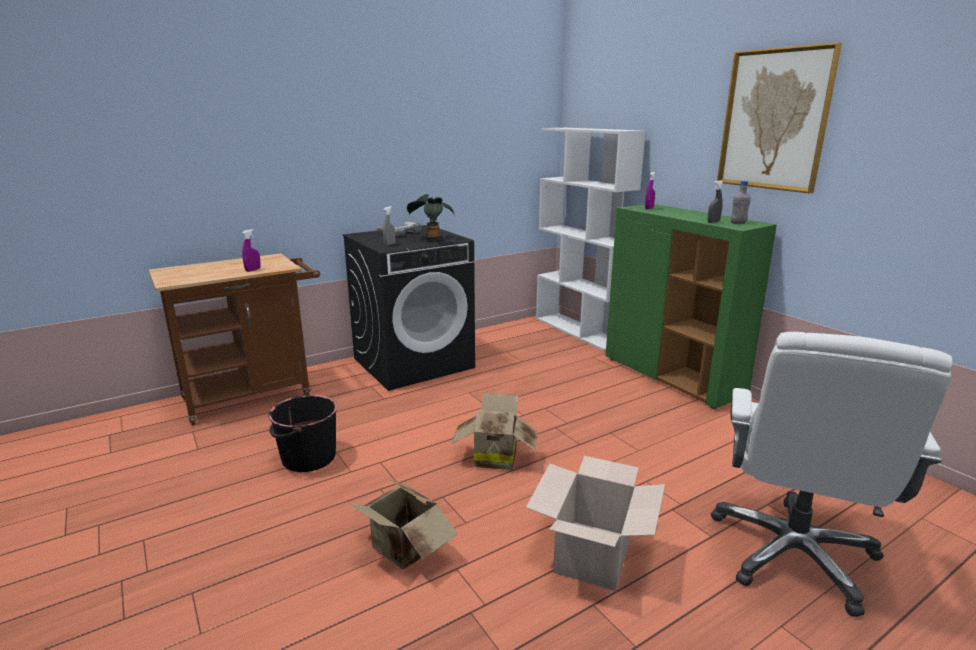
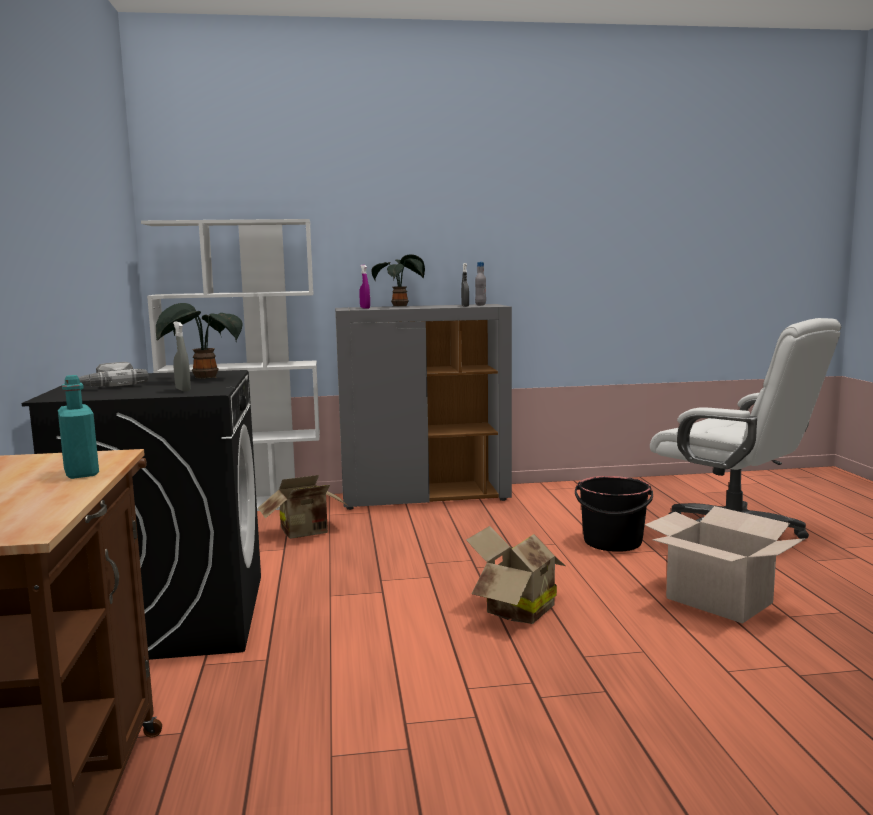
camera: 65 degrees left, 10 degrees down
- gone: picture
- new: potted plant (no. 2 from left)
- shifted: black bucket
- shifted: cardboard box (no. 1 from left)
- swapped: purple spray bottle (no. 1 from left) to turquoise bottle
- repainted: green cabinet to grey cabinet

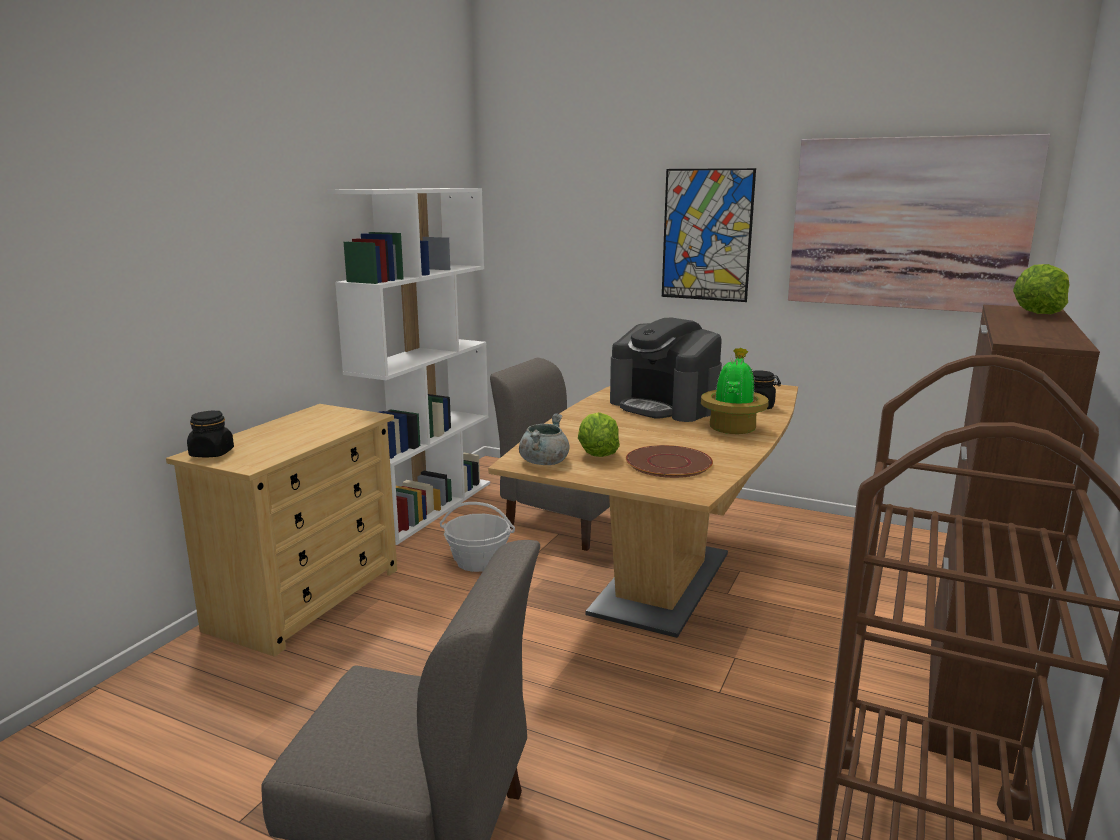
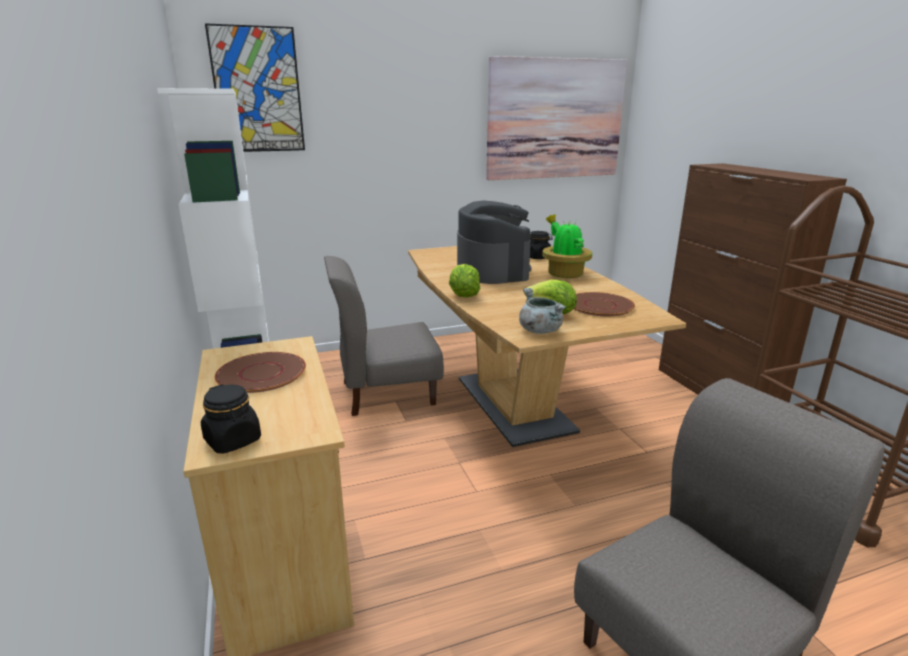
camera: 45 degrees left, 5 degrees up
- gone: basket
- new: brown plate (no. 1 from left)
- shifted: picture (no. 1 from left)
- shifted: lettuce (no. 2 from left in the first image) to lettuce (no. 1 from left)
- rotated: coffee machine 105 degrees counterclockwise

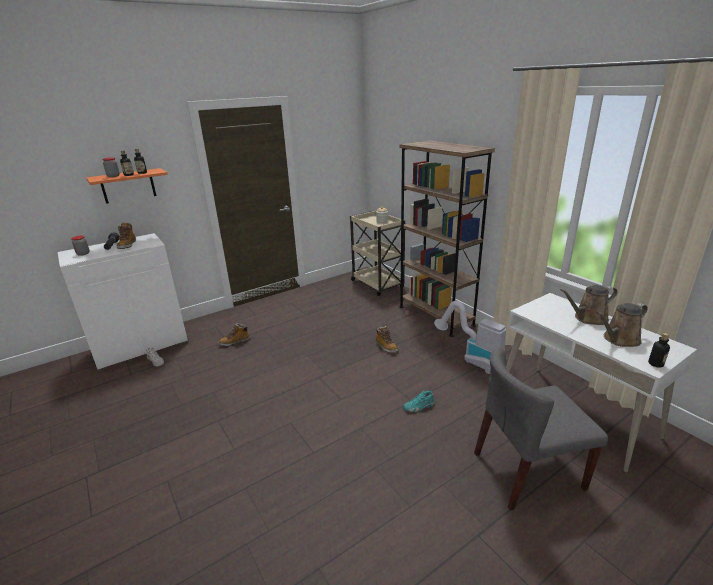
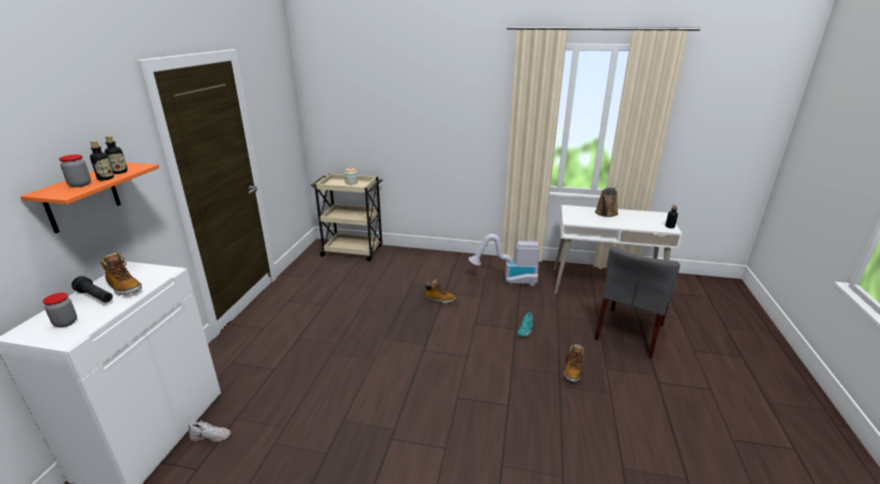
camera: 45 degrees left, 0 degrees up
- gone: brown bookcase
- gone: brown watering can (no. 2 from left)
- shifted: boot (no. 2 from left in the first image) to boot (no. 3 from left)

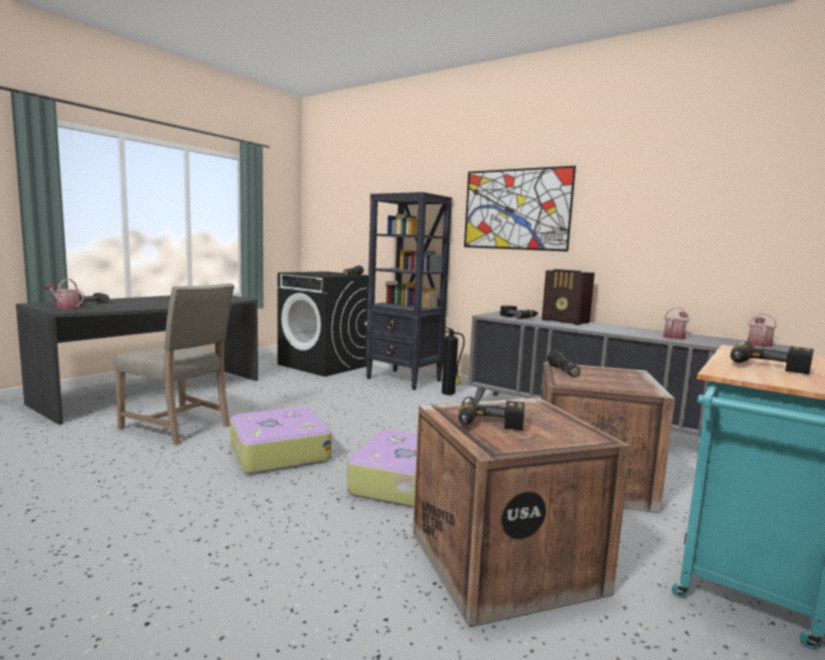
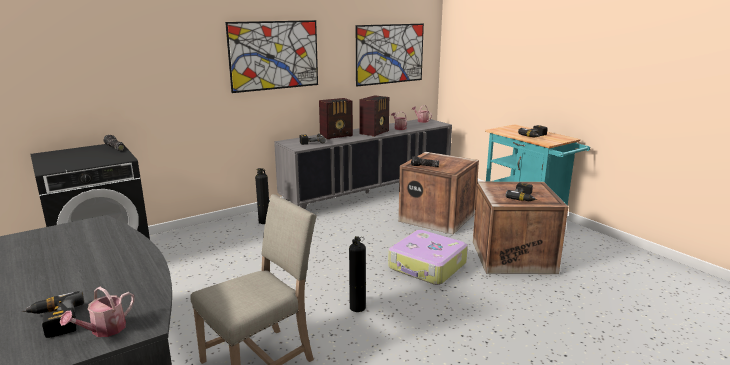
camera: 70 degrees left, 10 degrees up
- gone: black bookcase
- new: picture (no. 2 from left)
- new: radio (no. 2 from left)
- swapped: suitcase (no. 1 from left) to fire extinguisher (no. 2 from left)

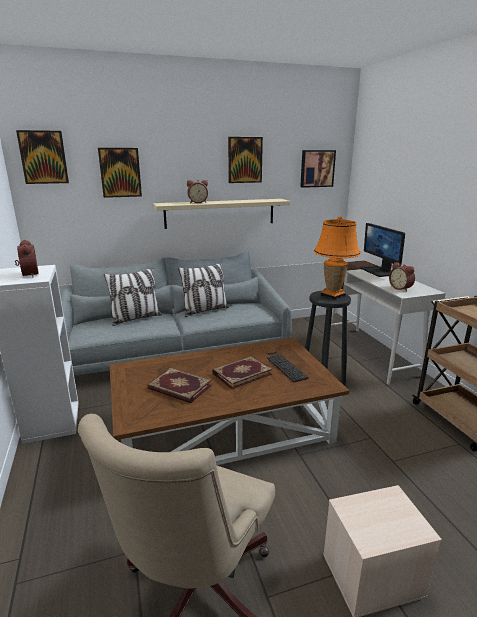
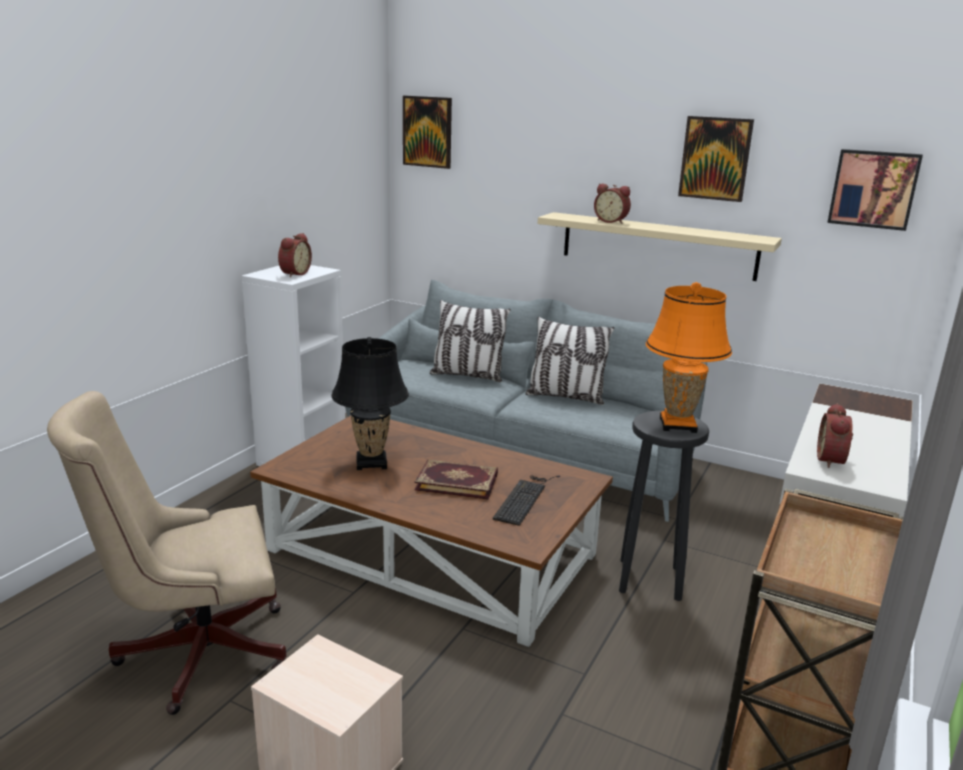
camera: 45 degrees right, 0 degrees up
- gone: picture (no. 2 from left)
- gone: monitor
- swapped: book (no. 1 from left) to black table lamp

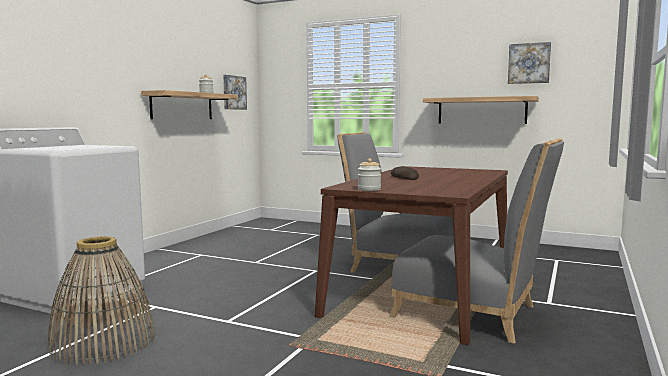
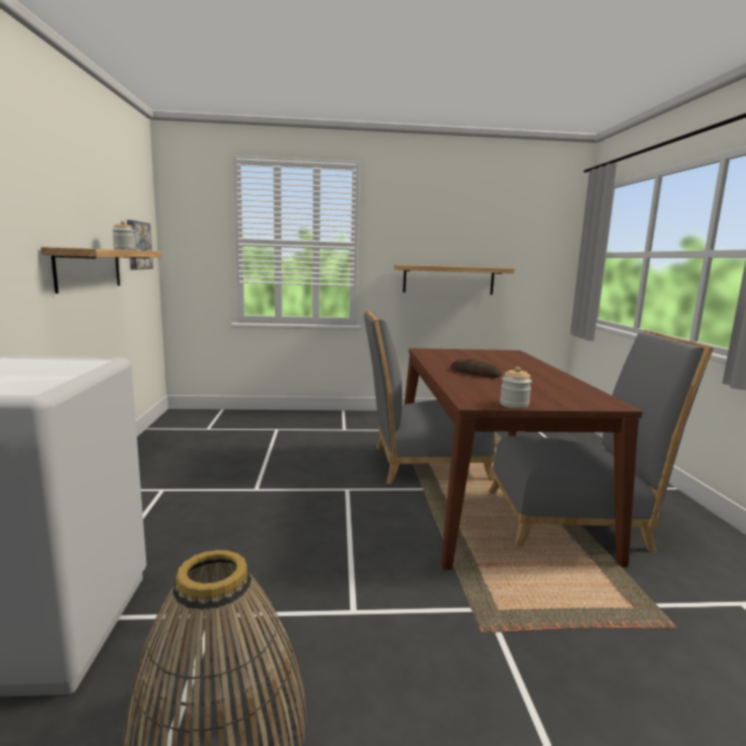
camera: 30 degrees left, 5 degrees up
- gone: picture (no. 2 from left)

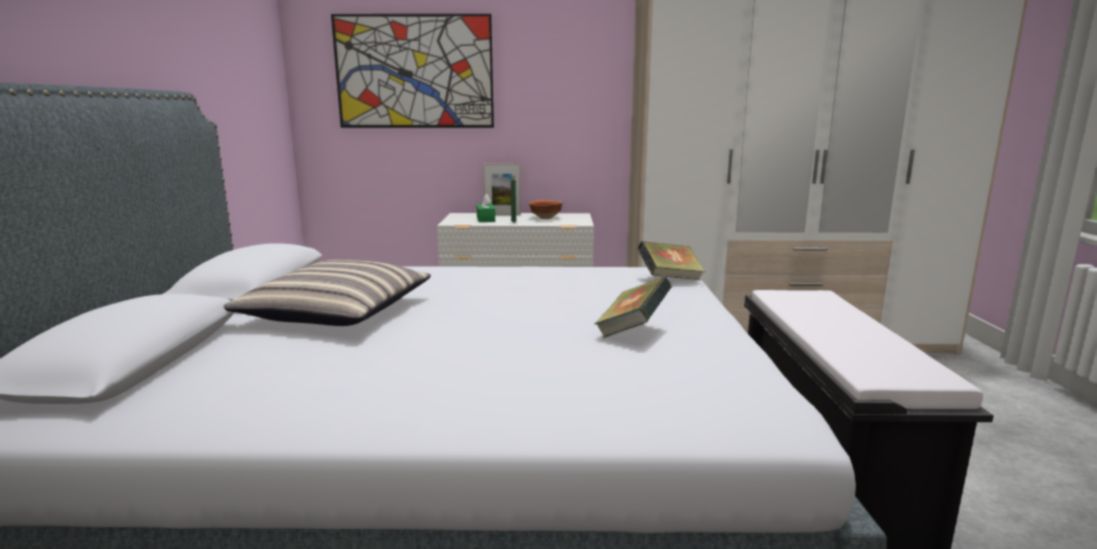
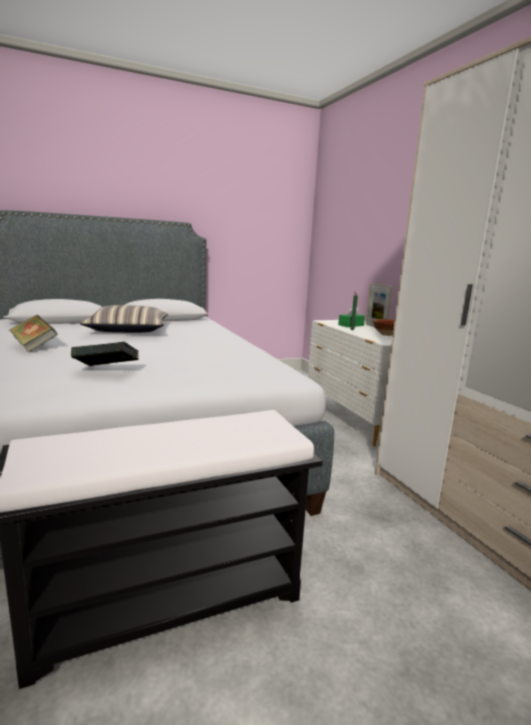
camera: 65 degrees right, 0 degrees up
- gone: picture
- shifted: book (no. 2 from left in the first image) to book (no. 1 from left)

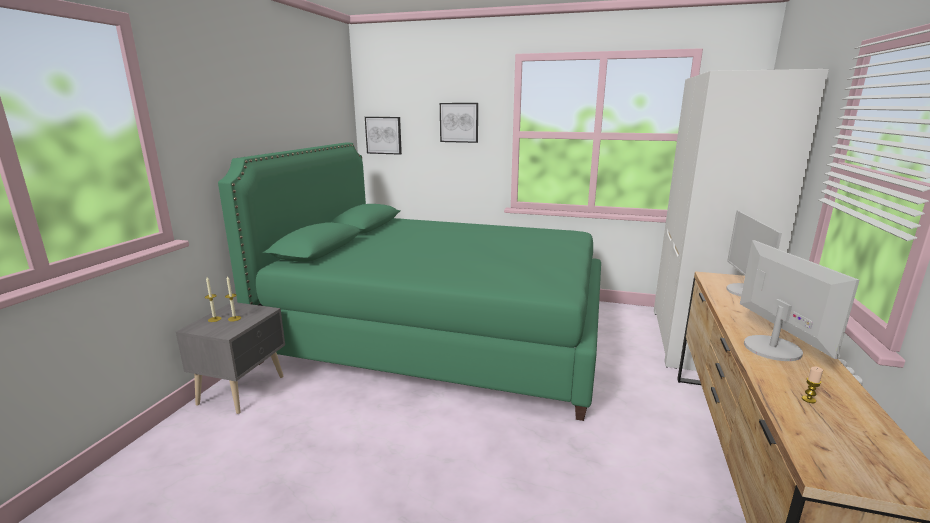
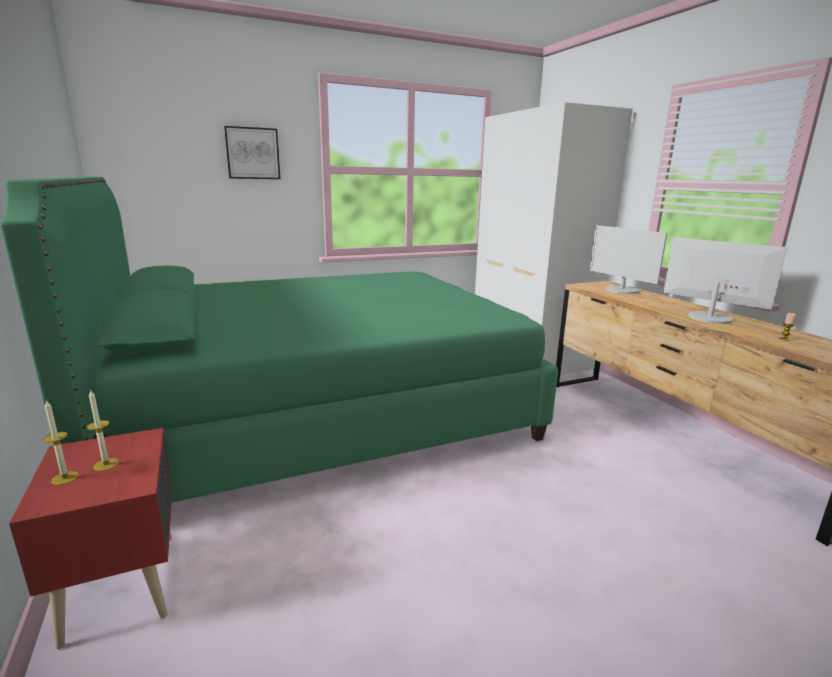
camera: 40 degrees left, 0 degrees up
- gone: picture (no. 1 from left)
- repainted: grey nightstand to red nightstand

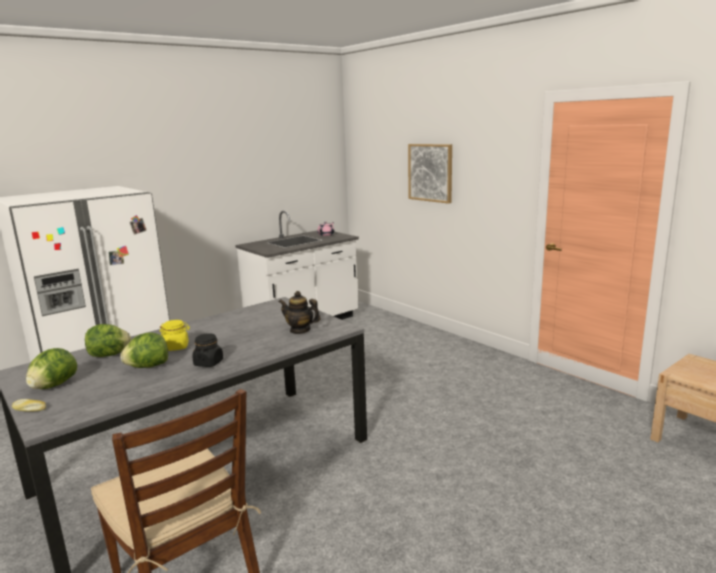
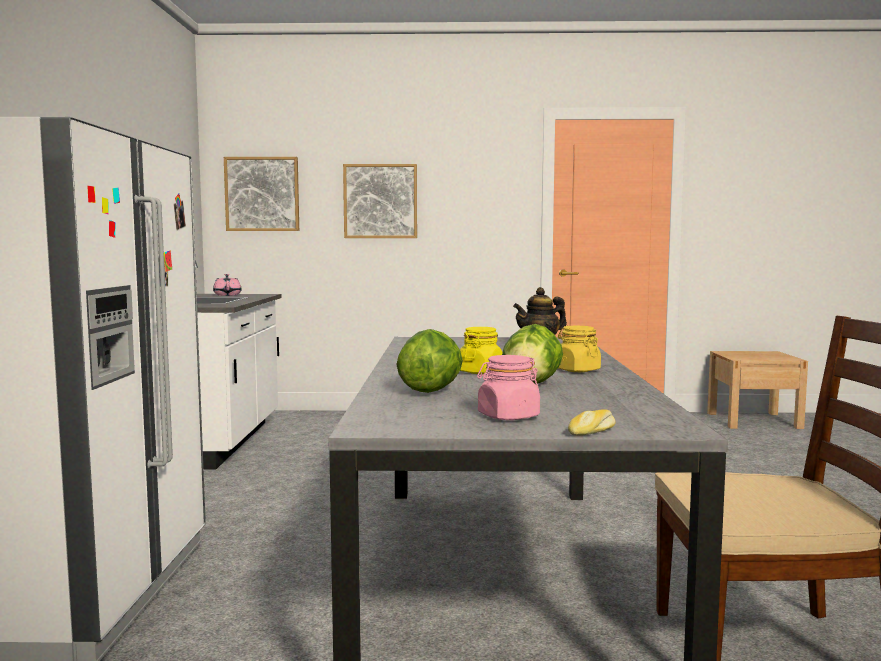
camera: 50 degrees left, 10 degrees down
- new: picture (no. 1 from left)
- swapped: lettuce (no. 1 from left) to pink jar
- repainted: black jar to yellow jar (no. 2 from left)

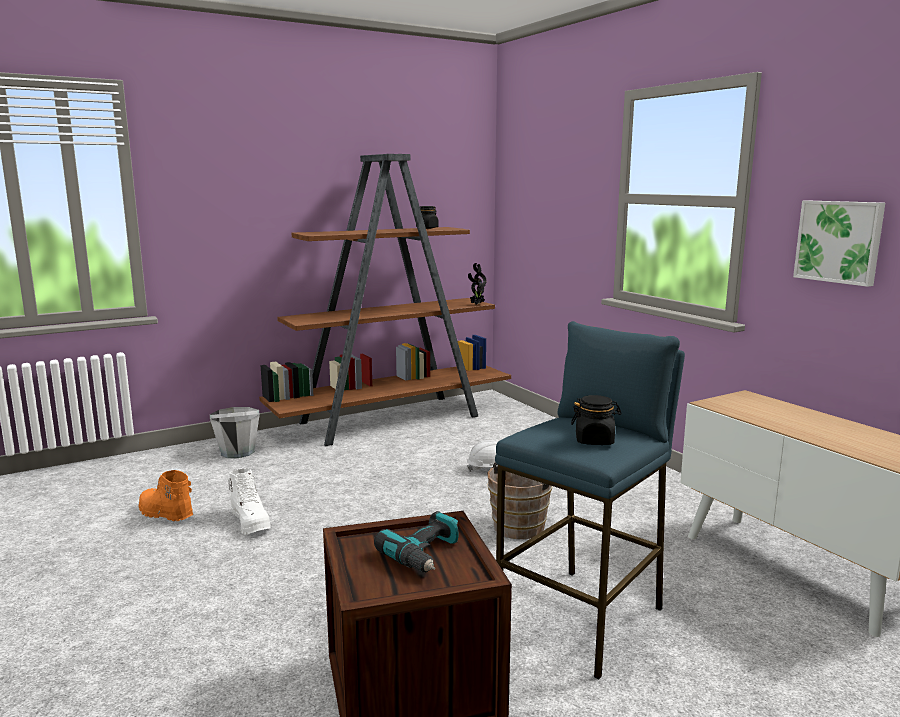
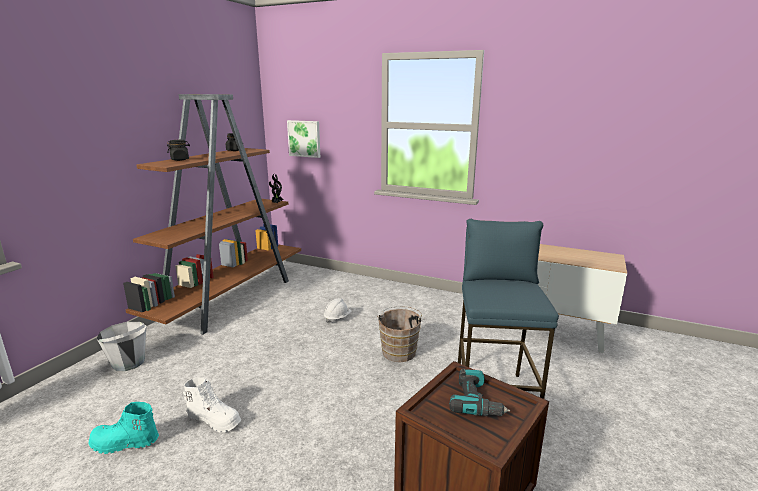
camera: 35 degrees left, 5 degrees up
- shifted: black jar (no. 2 from left in the first image) to black jar (no. 1 from left)
- shifted: picture
- repainted: orange boot to turquoise boot

